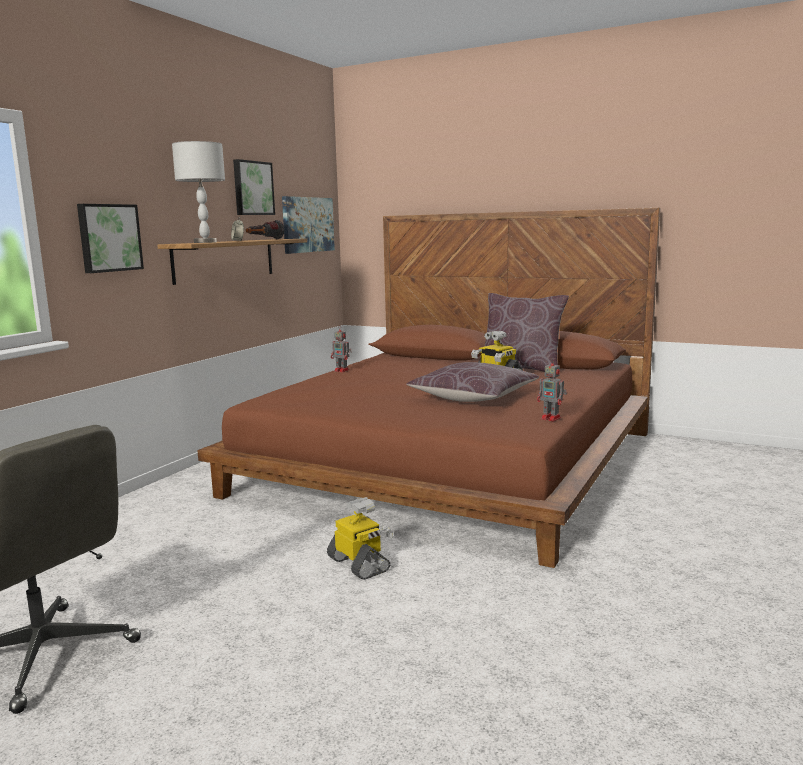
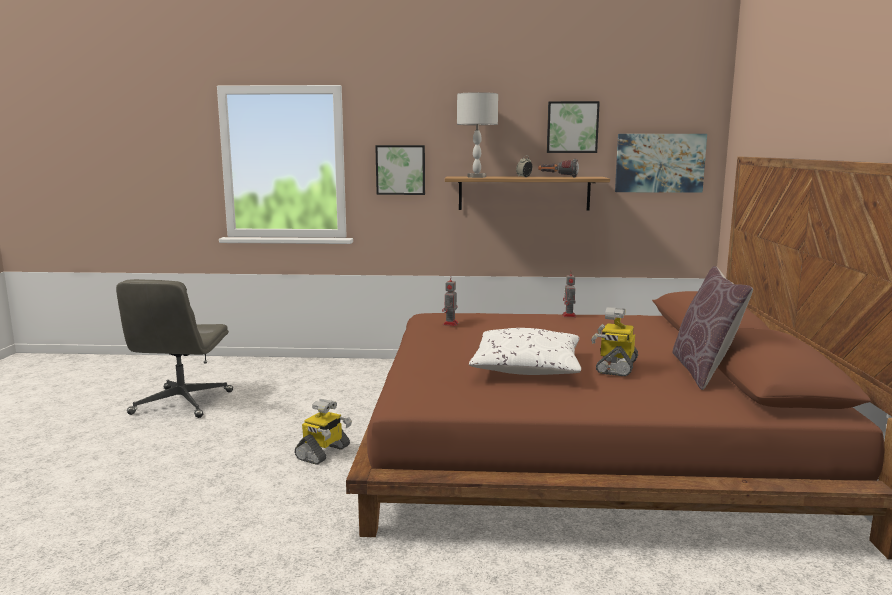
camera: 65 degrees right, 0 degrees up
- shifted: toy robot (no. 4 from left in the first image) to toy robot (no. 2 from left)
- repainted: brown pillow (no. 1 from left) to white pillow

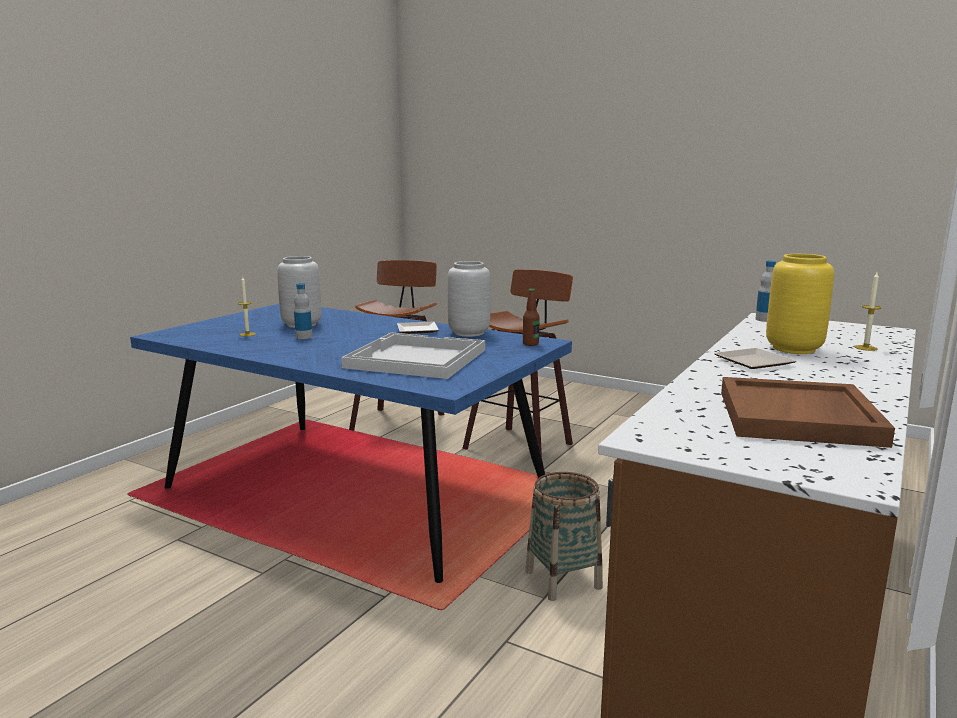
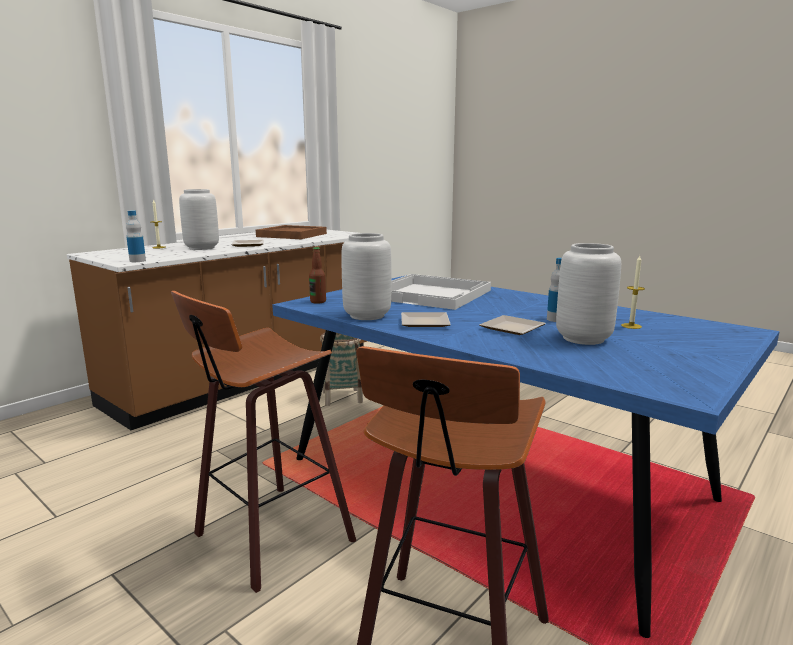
camera: 170 degrees left, 0 degrees up
- new: plate (no. 3 from left)
- repainted: yellow vase to grey vase (no. 1 from left)

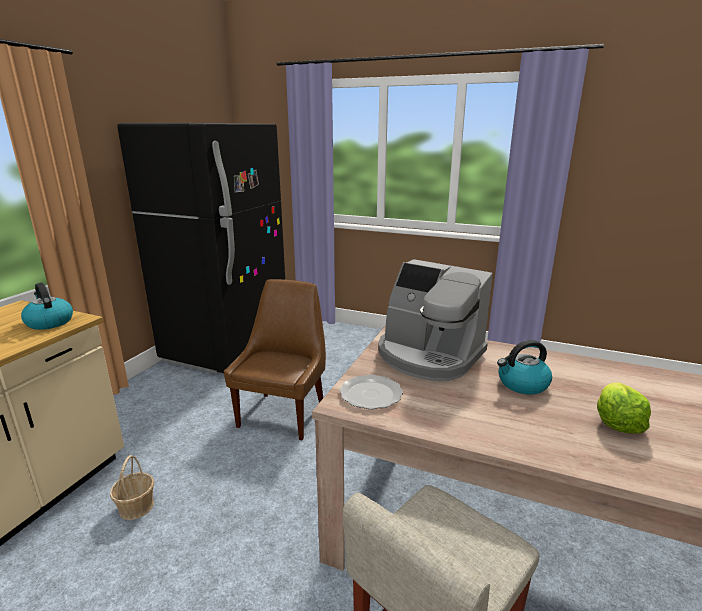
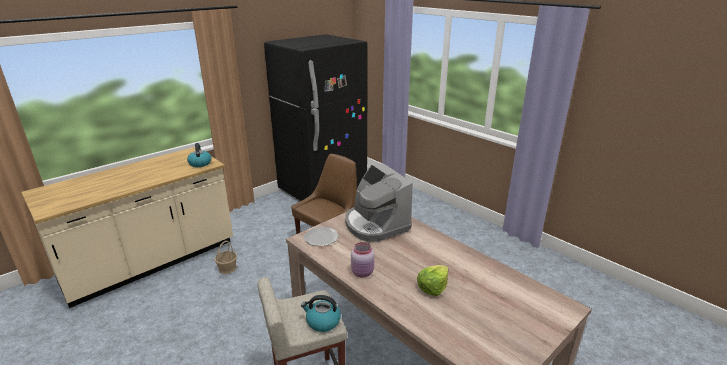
camera: 25 degrees right, 5 degrees up
- new: pink jar
- shifted: kettle (no. 2 from left)

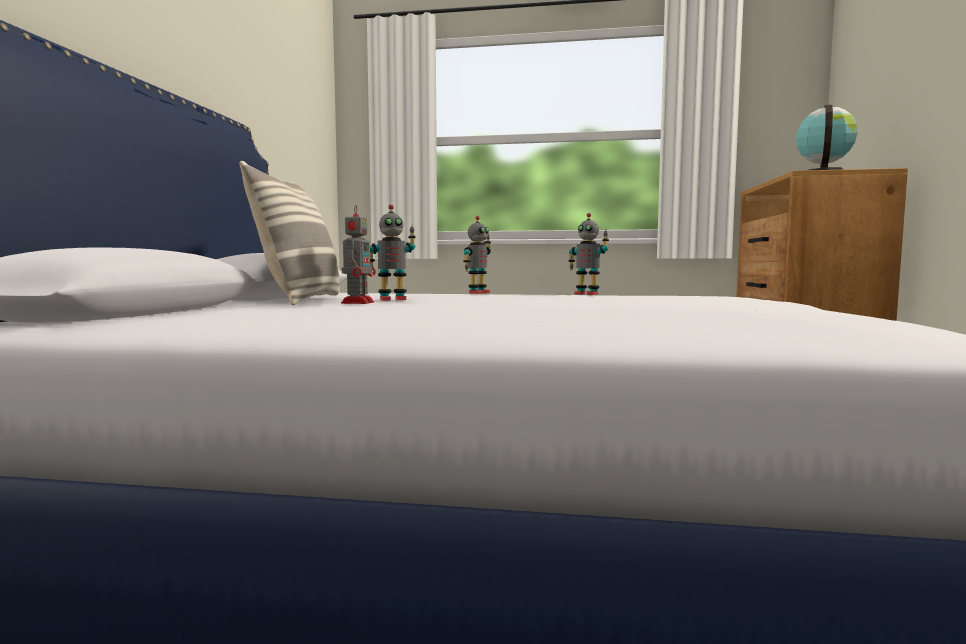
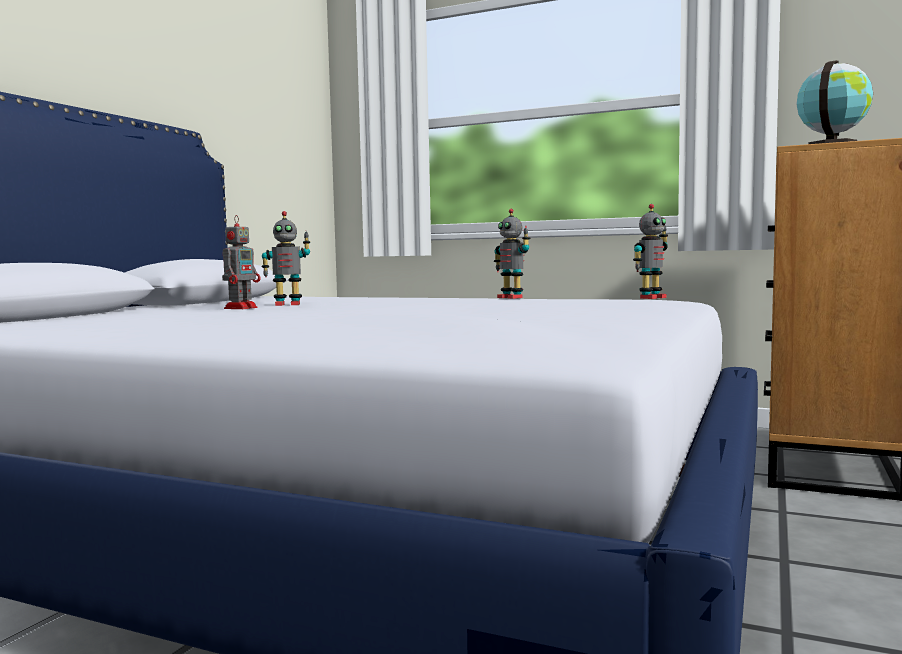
camera: 15 degrees right, 0 degrees up
- gone: pillow
- shifted: toy robot (no. 3 from left in the first image) to toy robot (no. 4 from left)

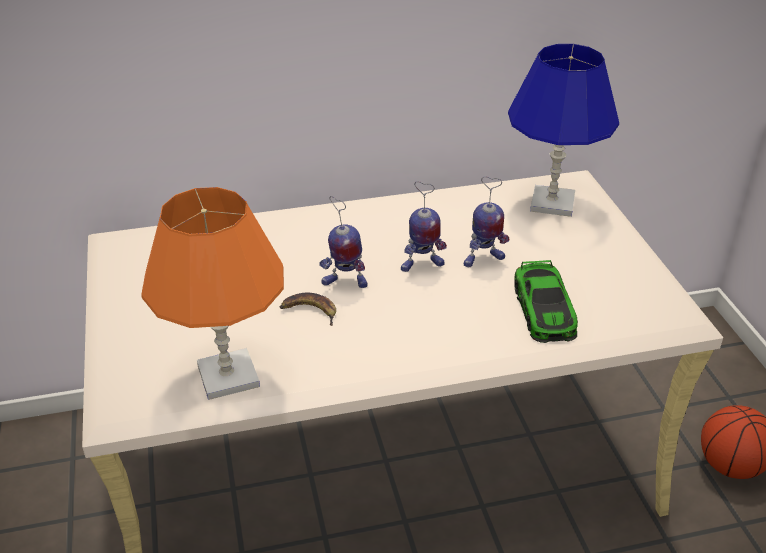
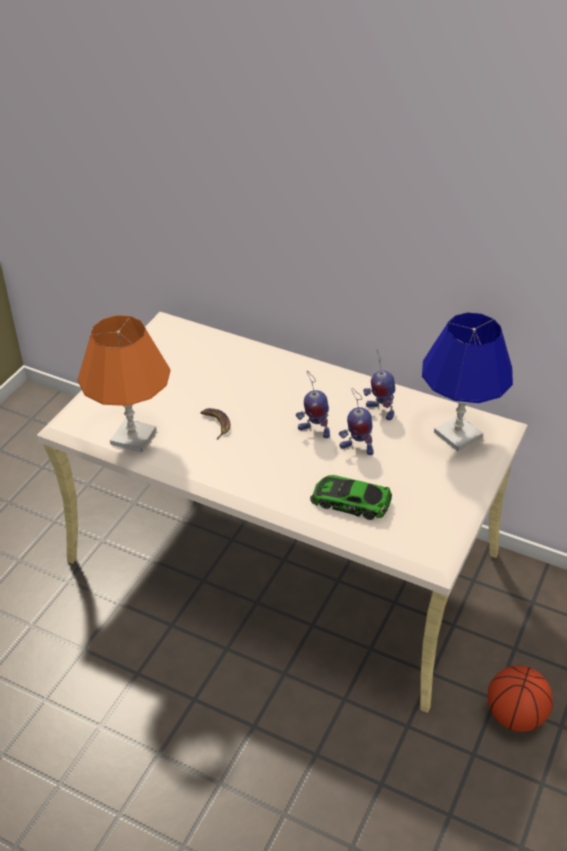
camera: 40 degrees right, 5 degrees up
- shifted: toy robot (no. 1 from left in the first image) to toy robot (no. 3 from left)
- rotated: toy car 75 degrees clockwise

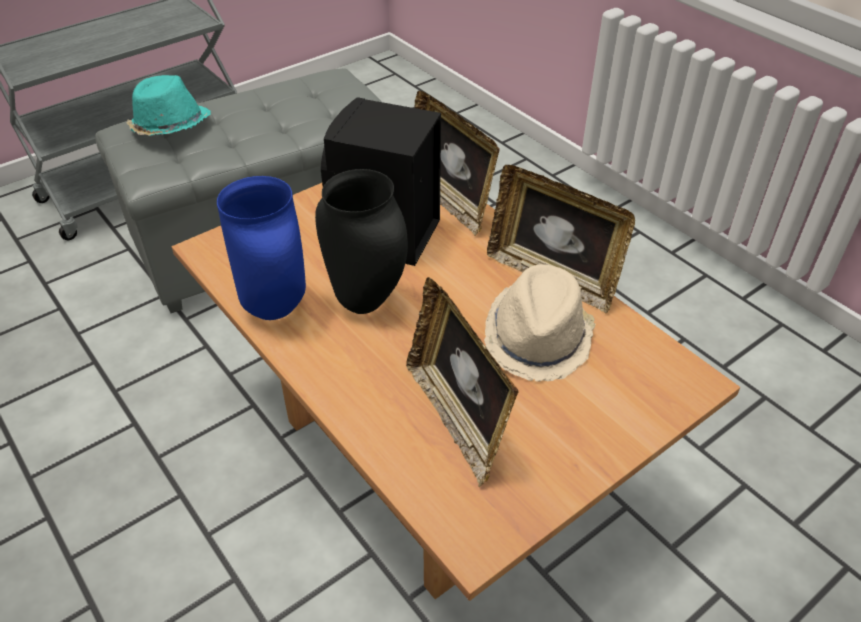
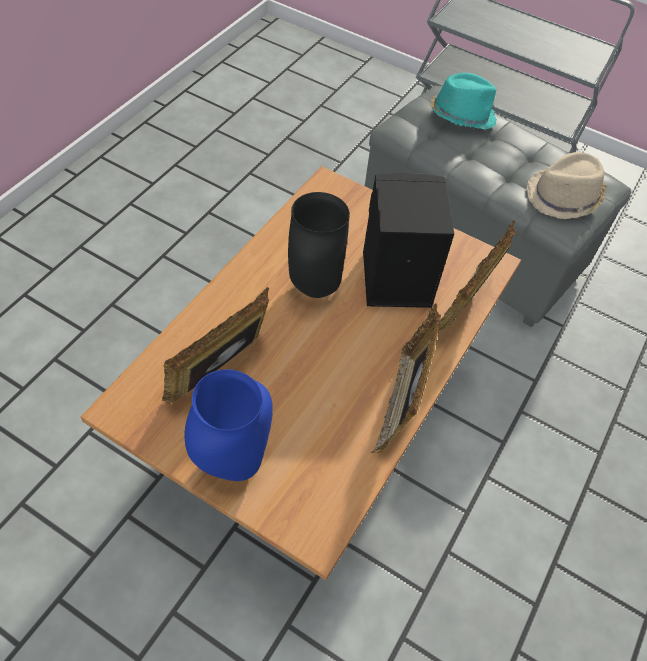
camera: 65 degrees right, 10 degrees up
- shifted: blue vase
- shifted: beige hat

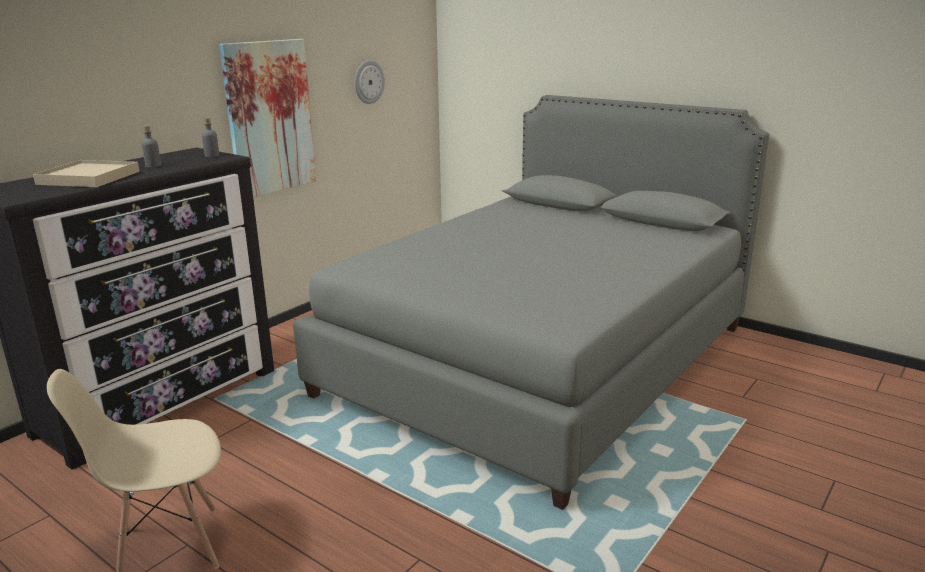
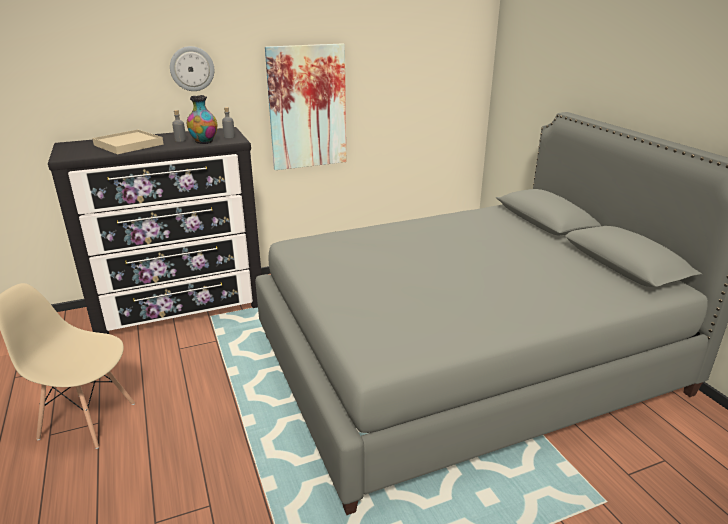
camera: 30 degrees right, 5 degrees up
- new: vase
- shifted: wall clock

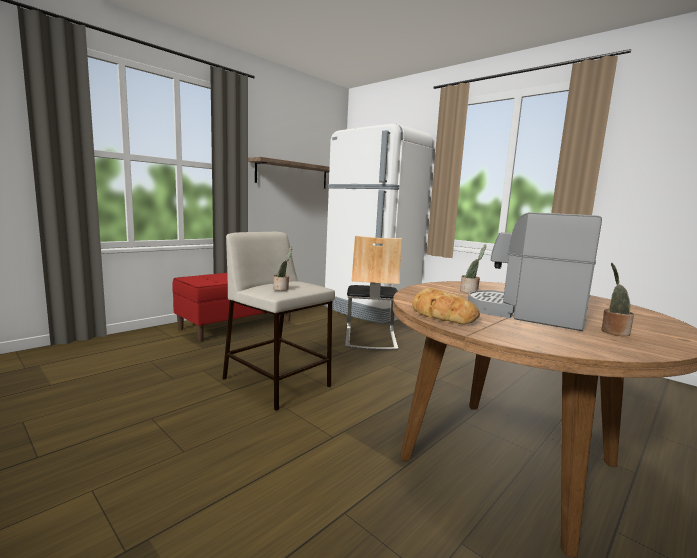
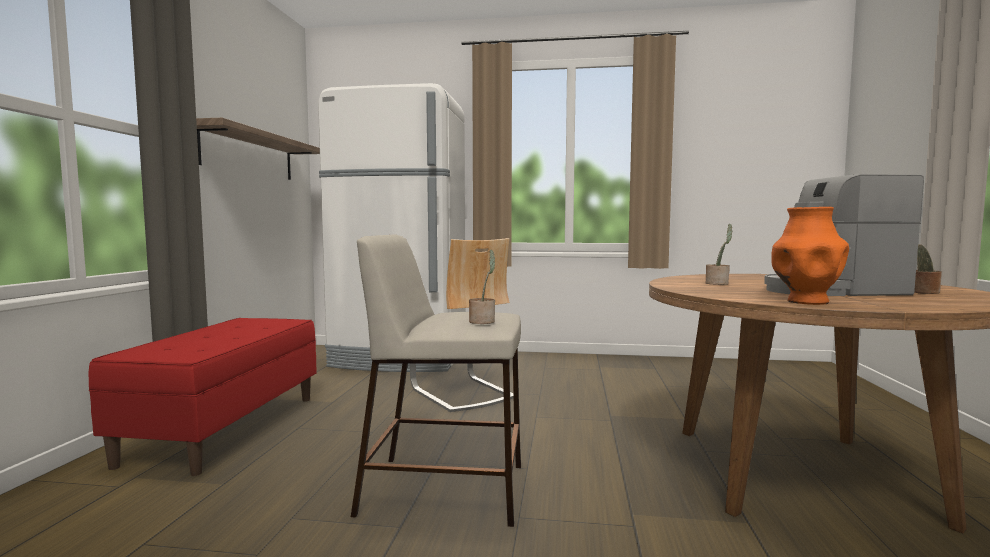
camera: 35 degrees left, 5 degrees down
- swapped: bread to orange vase

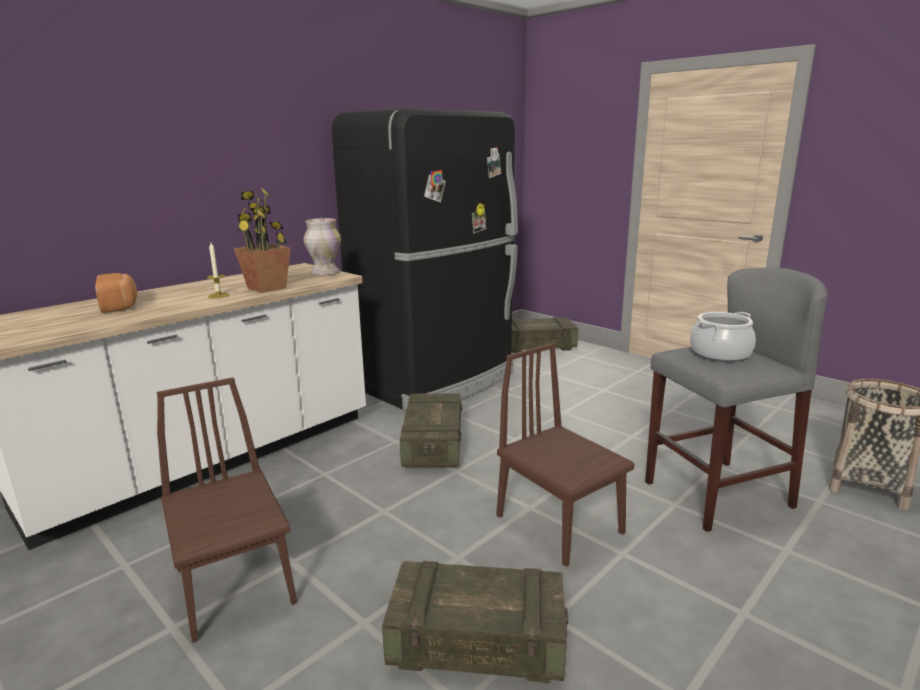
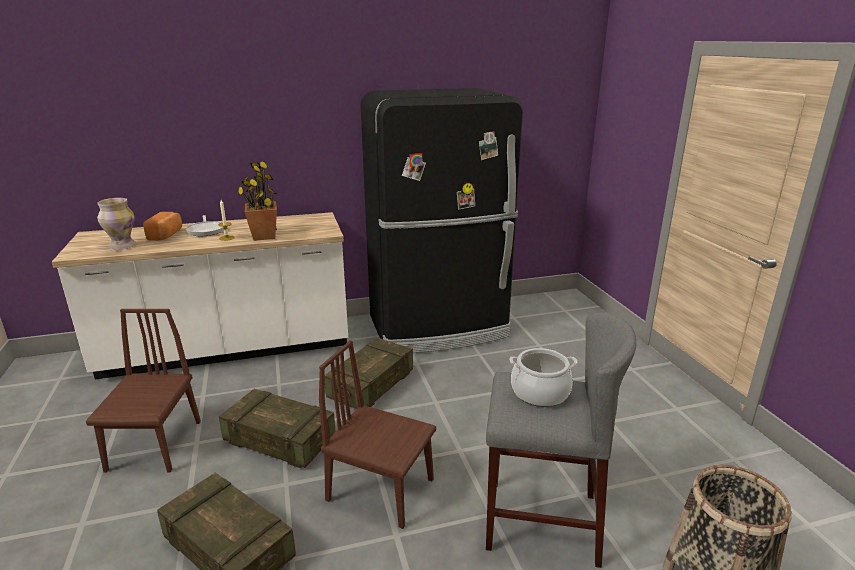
camera: 30 degrees right, 5 degrees up
- new: frying pan
- shifted: vase
- shifted: crate (no. 3 from left in the first image) to crate (no. 2 from left)
- rotated: brown chair (no. 2 from left) 60 degrees counterclockwise

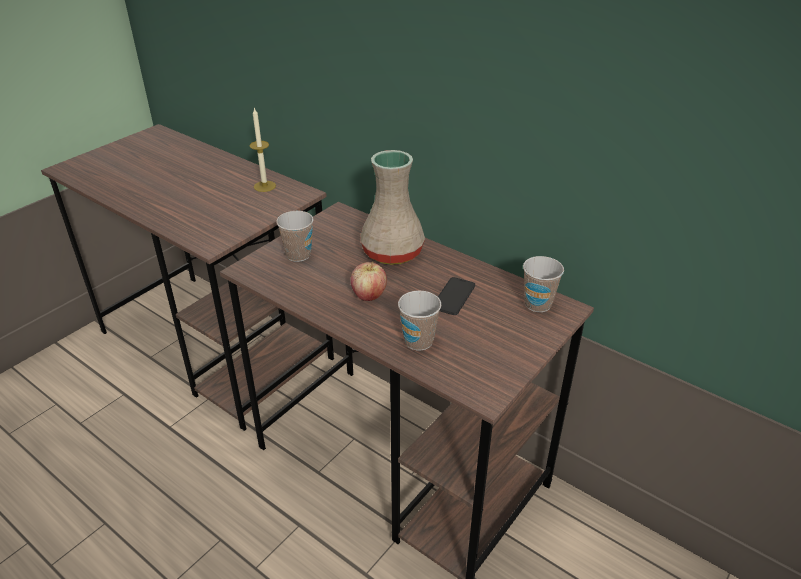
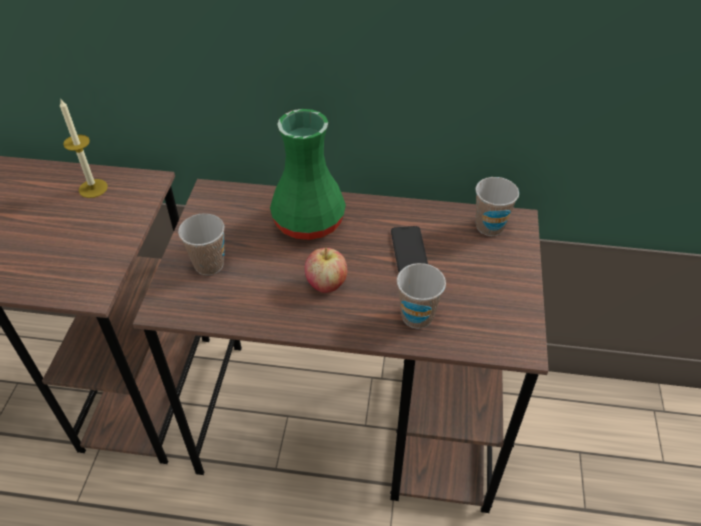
camera: 30 degrees left, 10 degrees up
- repainted: beige vase to green vase

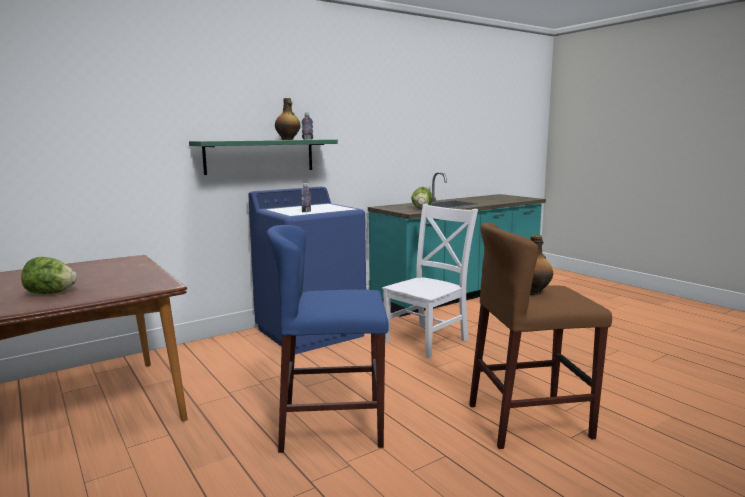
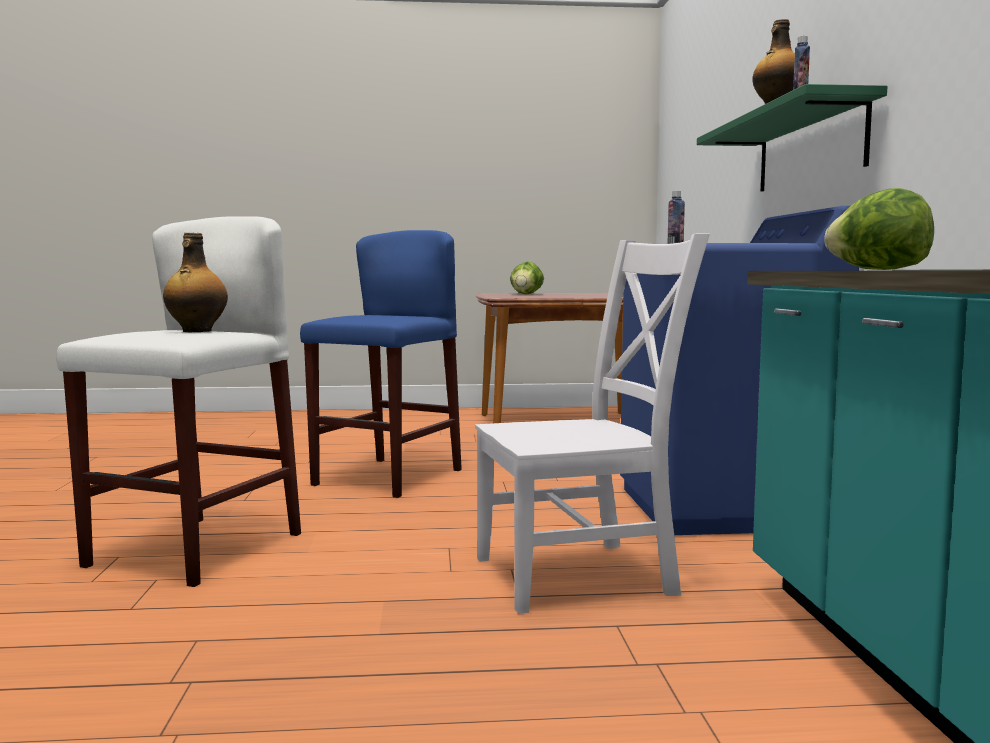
camera: 120 degrees right, 5 degrees down
- repainted: brown stool to white stool
- rotated: white chair 90 degrees counterclockwise

